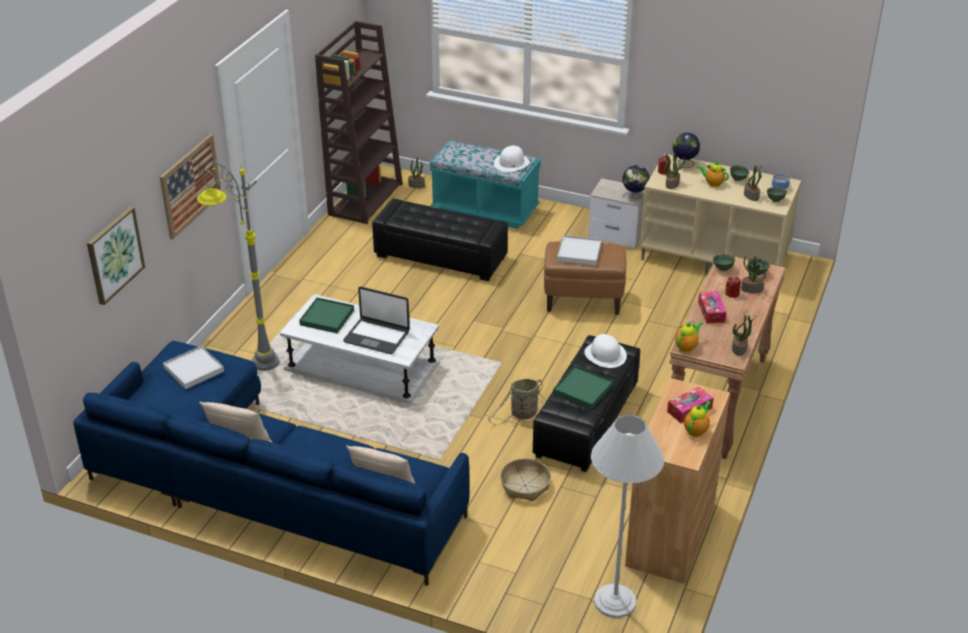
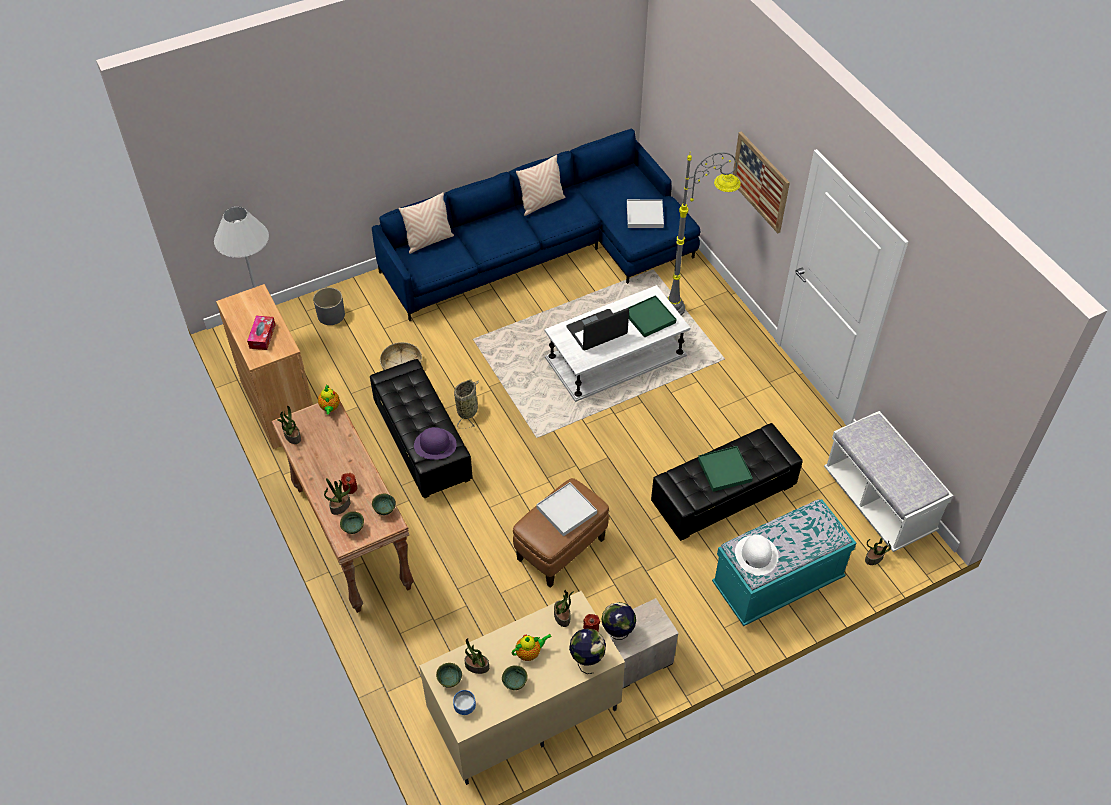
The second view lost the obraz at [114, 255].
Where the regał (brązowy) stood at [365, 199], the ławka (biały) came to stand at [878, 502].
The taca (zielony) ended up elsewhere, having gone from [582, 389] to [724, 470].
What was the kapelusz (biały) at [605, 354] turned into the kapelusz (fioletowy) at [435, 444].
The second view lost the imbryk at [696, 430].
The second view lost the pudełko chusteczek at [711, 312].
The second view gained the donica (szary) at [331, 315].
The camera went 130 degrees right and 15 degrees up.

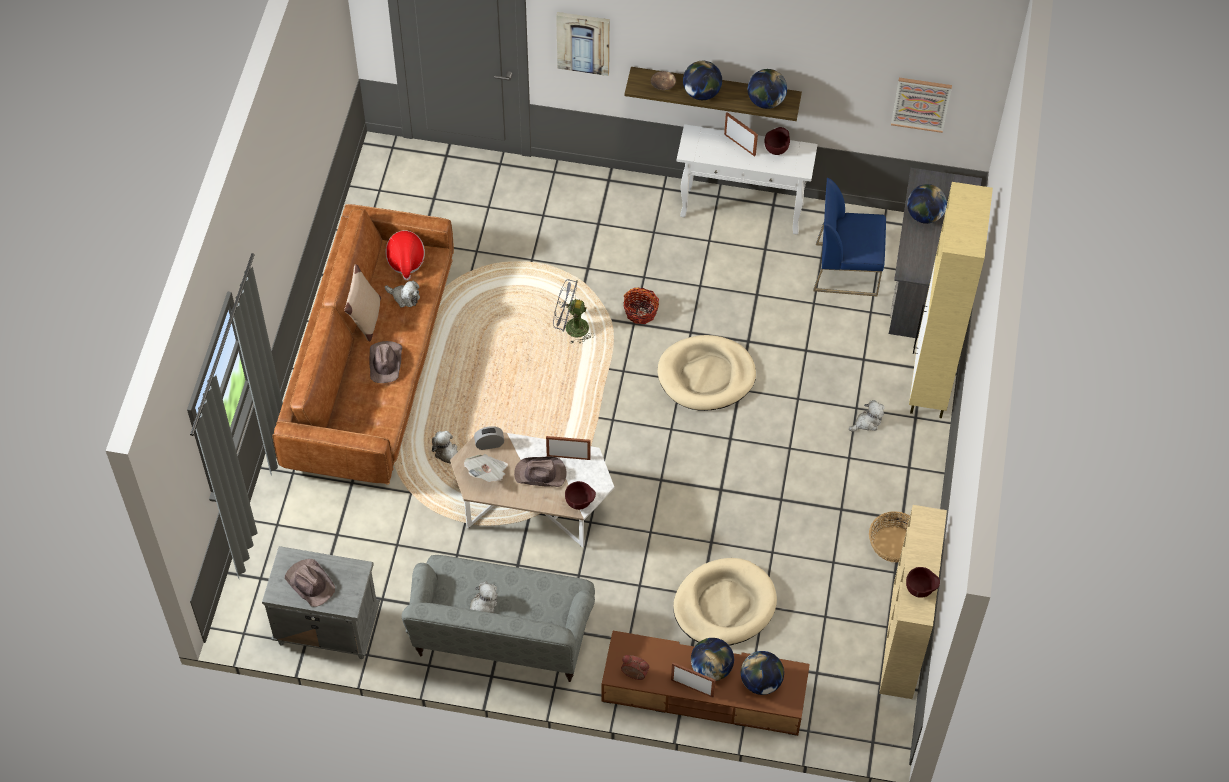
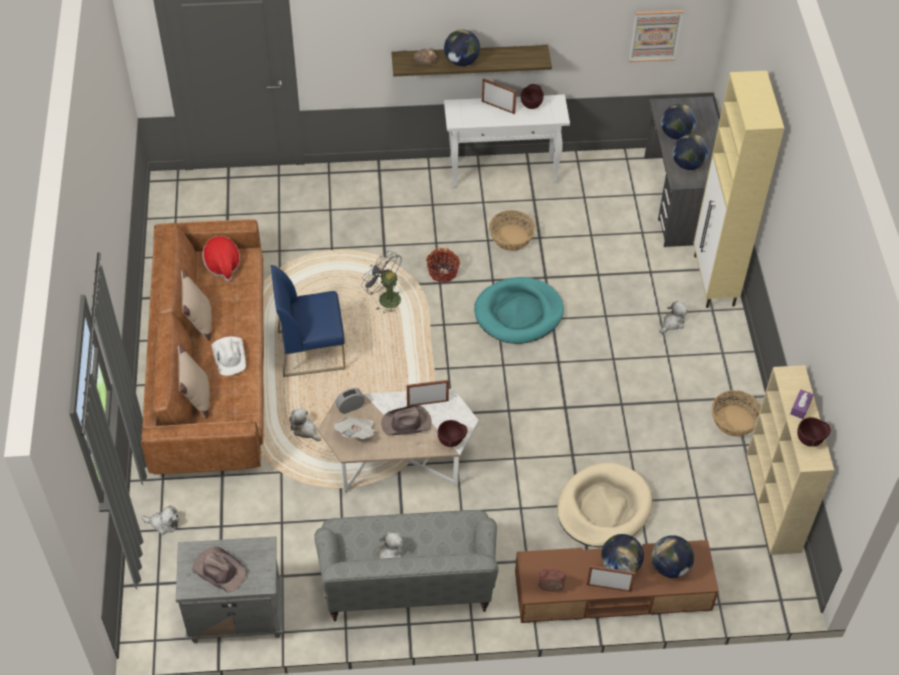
What was the kapelusz (brązowy) at [386, 362] turned into the kapelusz (biały) at [230, 356].
The pluszak ended up elsewhere, having gone from [404, 297] to [163, 523].
The wentylator (szary) at [571, 328] ended up facing another way, 45 degrees clockwise from before.
The second view lost the obraz at [583, 42].
What was the legowisko (beżowy) at [706, 375] turned into the legowisko (turkusowy) at [518, 313].
The globus ended up elsewhere, having gone from [765, 101] to [688, 164].
The krzesło (niebieski) ended up elsewhere, having gone from [847, 269] to [312, 350].
The second view gained the poduszka (beżowy) at [197, 398].
The second view gained the koszyk at [511, 238].
The second view gained the pudełko chusteczek (fioletowy) at [800, 407].
The camera went 15 degrees left and 5 degrees down.

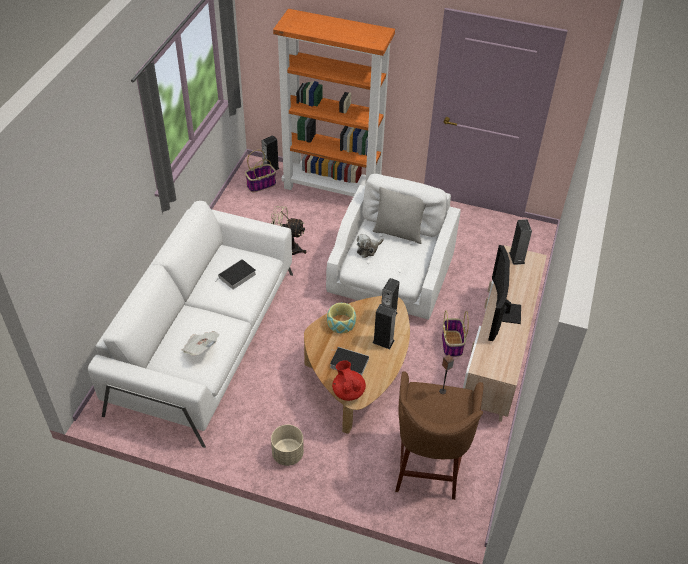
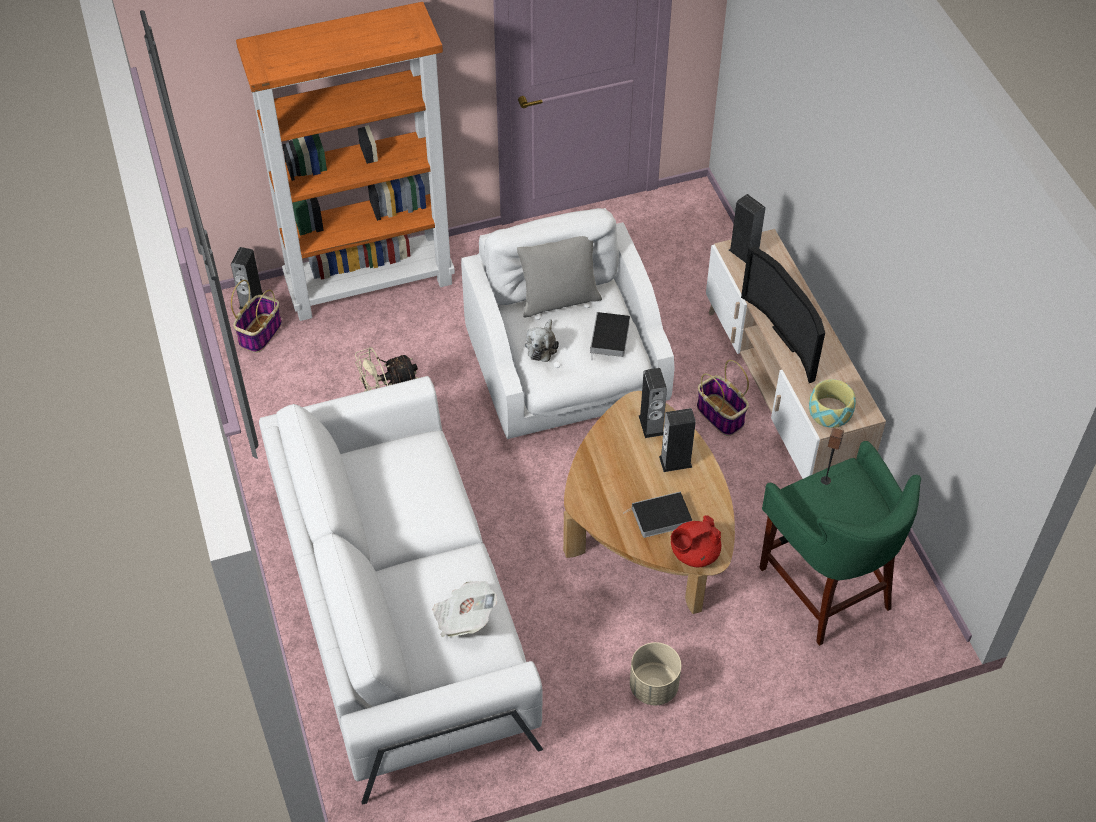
The książka ended up elsewhere, having gone from [236, 276] to [610, 338].
The miska ended up elsewhere, having gone from [341, 324] to [830, 412].
The imbryk (czerwony) at [348, 391] ended up facing another way, 60 degrees counterclockwise from before.
What was the stołek (brązowy) at [429, 463] turned into the stołek (zielony) at [826, 585].
The camera went 35 degrees left and 5 degrees up.

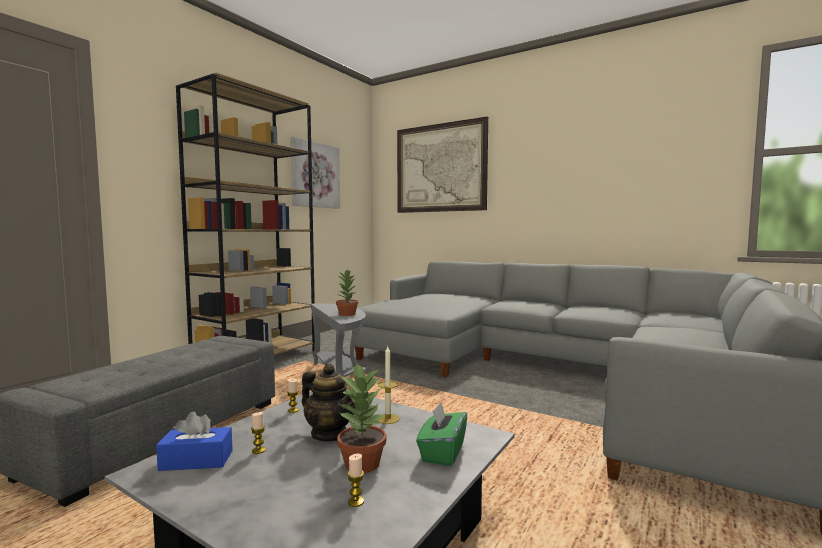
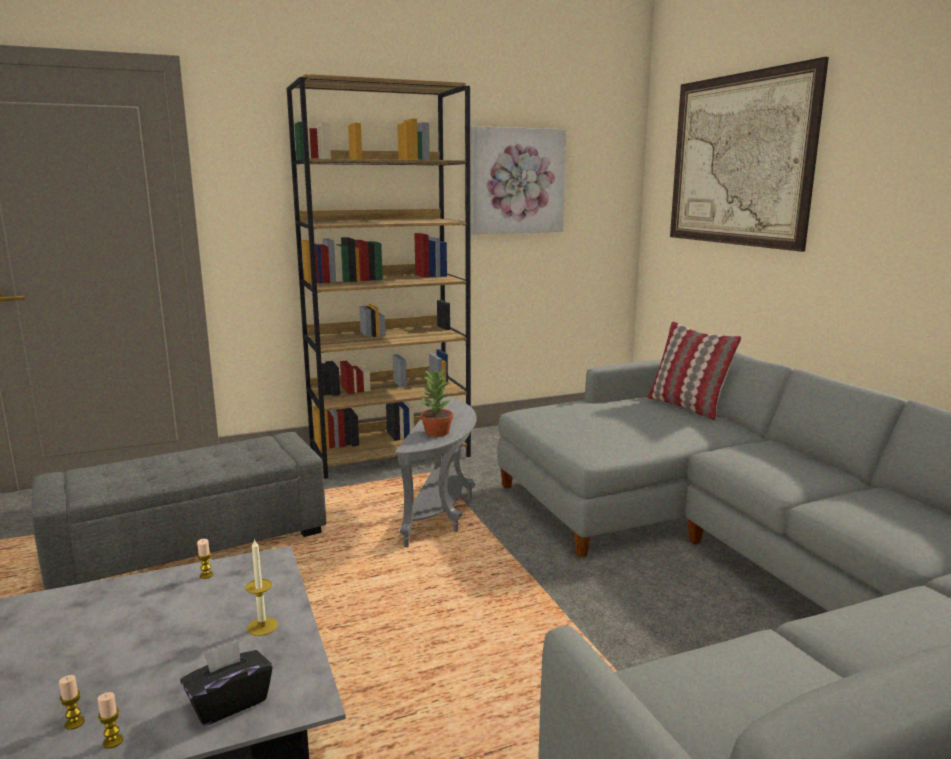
The second view lost the pudełko chusteczek (niebieski) at [196, 460].
The świeca ended up elsewhere, having gone from [258, 450] to [113, 741].
The second view lost the imbryk at [329, 434].
The second view lost the roślina doniczkowa at [363, 463].
What was the pudełko chusteczek (zielony) at [442, 452] turned into the pudełko chusteczek (czarny) at [229, 702].
The second view gained the poduszka at [686, 407].
The camera went 35 degrees right and 10 degrees up.

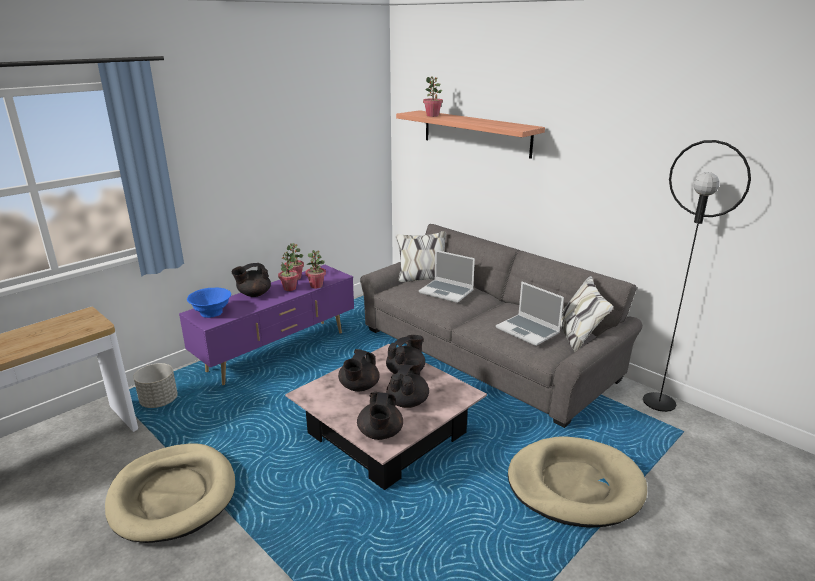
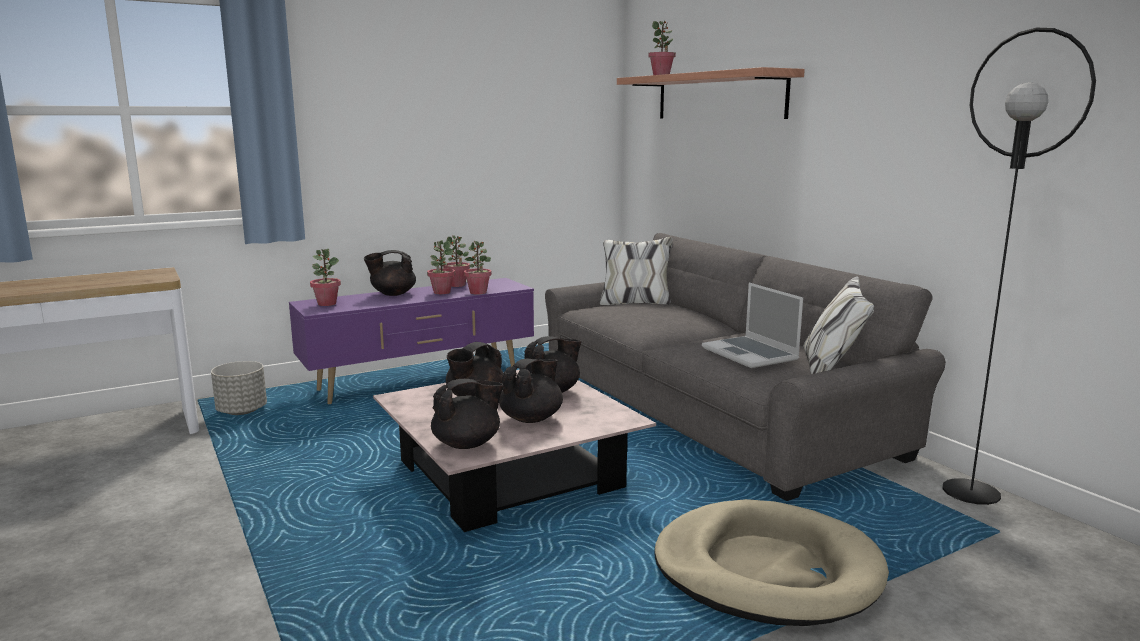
The second view lost the legowisko (beżowy) at [173, 495].
Where the miska (niebieski) stood at [211, 313], the roślina doniczkowa came to stand at [327, 304].
The imbryk (czarny) at [380, 434] ended up facing another way, 135 degrees counterclockwise from before.
The second view lost the laptop at [447, 292].
The camera went 15 degrees right and 10 degrees down.

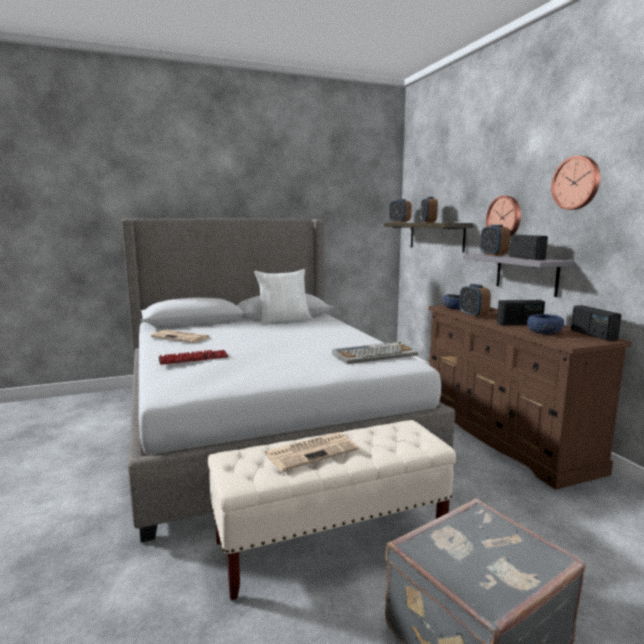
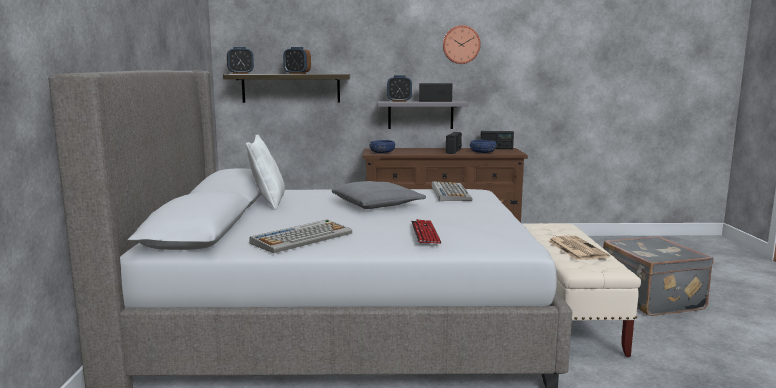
Where the gazeta stood at [181, 337], the klawiatura came to stand at [302, 238].
The second view lost the budzik at [473, 315].
The second view lost the zegar ścienny at [504, 217].
The second view gained the poduszka (szary) at [378, 204].
The camera went 70 degrees left and 0 degrees up.

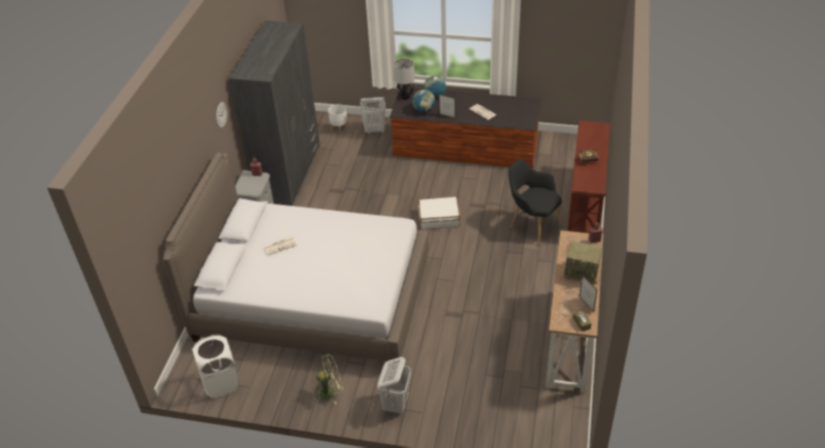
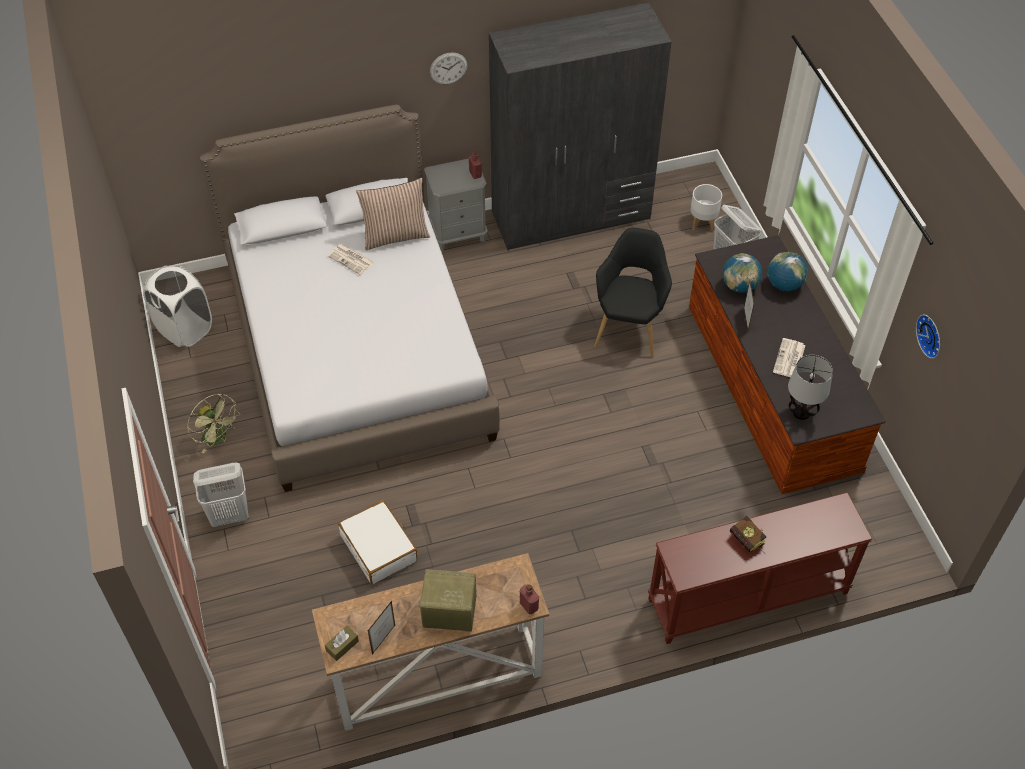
The lampa stołowa ended up elsewhere, having gone from [405, 96] to [801, 413].
The walizka (biały) ended up elsewhere, having gone from [438, 218] to [379, 548].
The fotel (czarny) ended up elsewhere, having gone from [531, 225] to [629, 326].
The radio at [582, 272] ended up facing another way, 105 degrees clockwise from before.
The second view gained the poduszka at [395, 235].
The second view gained the zegar ścienny at [931, 335].
The camera went 60 degrees right and 10 degrees up.

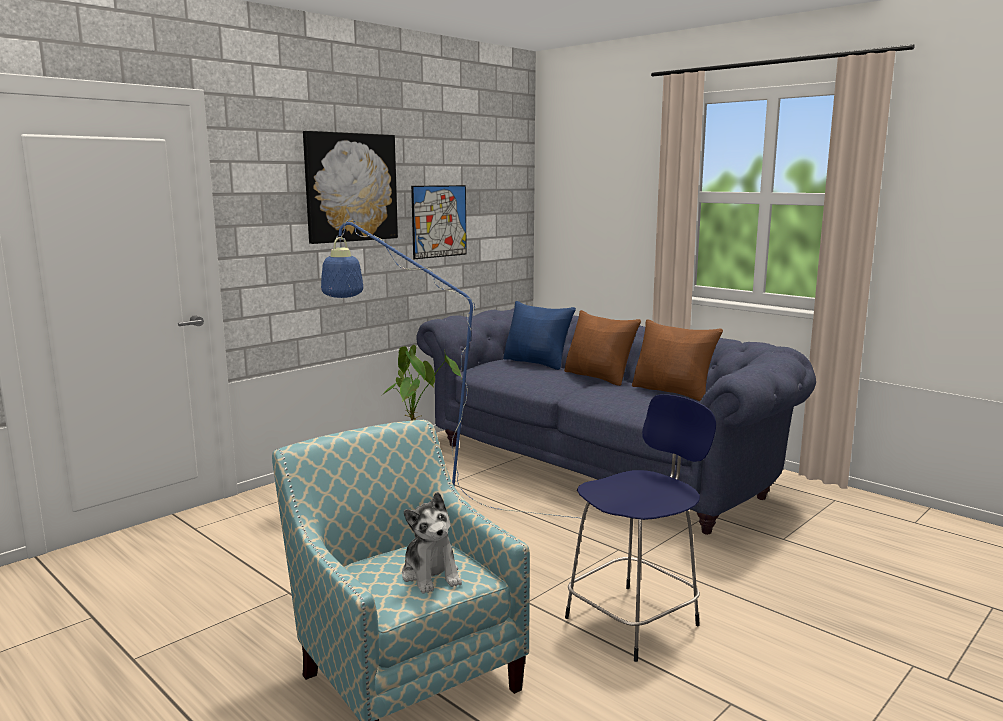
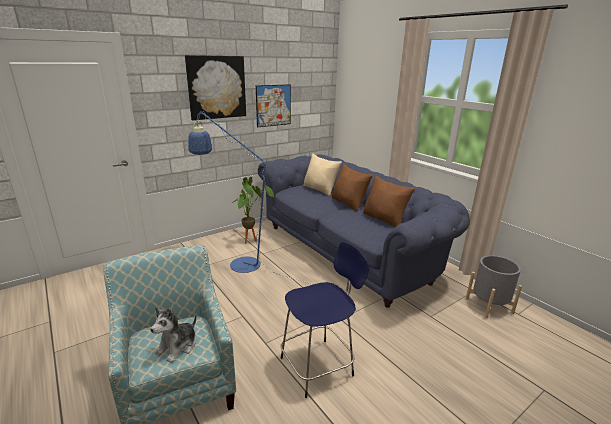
The pluszak at [431, 575] ended up facing another way, 45 degrees clockwise from before.
What was the poduszka (niebieski) at [537, 363] turned into the poduszka (beżowy) at [320, 189].
The second view gained the donica (szary) at [489, 305].
The camera went 10 degrees right and 10 degrees up.

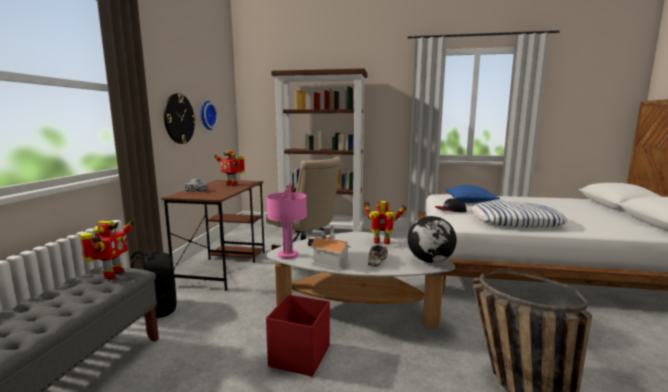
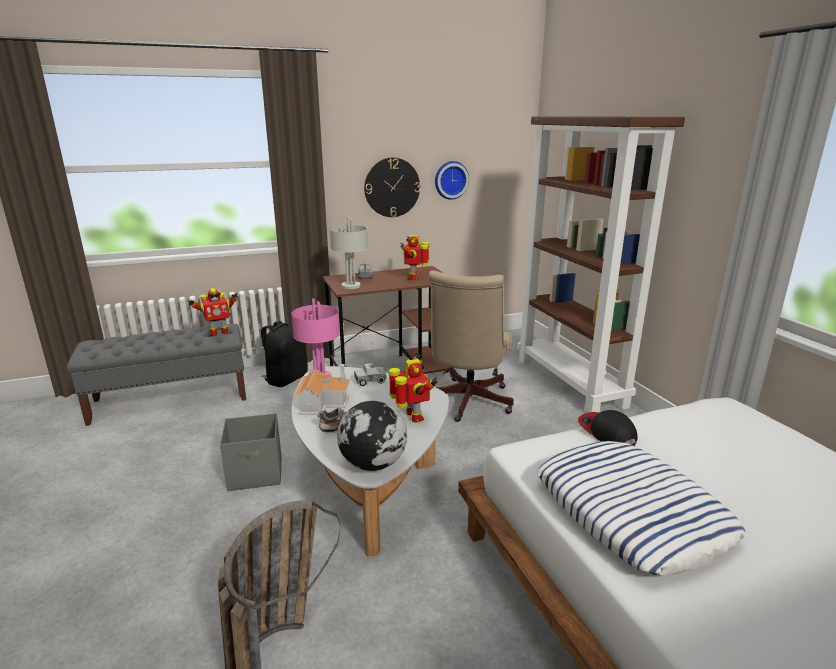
What was the pojemnik do przechowywania (czerwony) at [301, 355] turned into the pojemnik do przechowywania (szary) at [256, 474].
The second view lost the poduszka (niebieski) at [470, 201].
The second view gained the lampa stołowa (szary) at [350, 286].
The camera went 60 degrees right and 10 degrees up.

